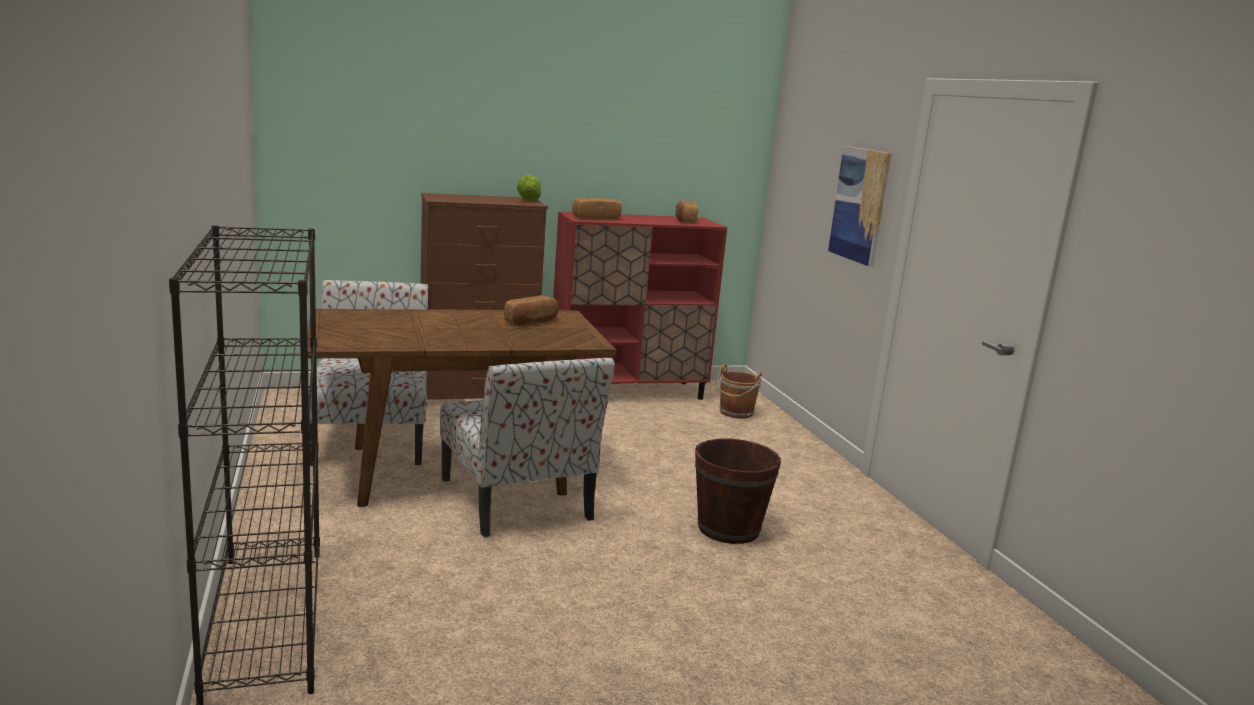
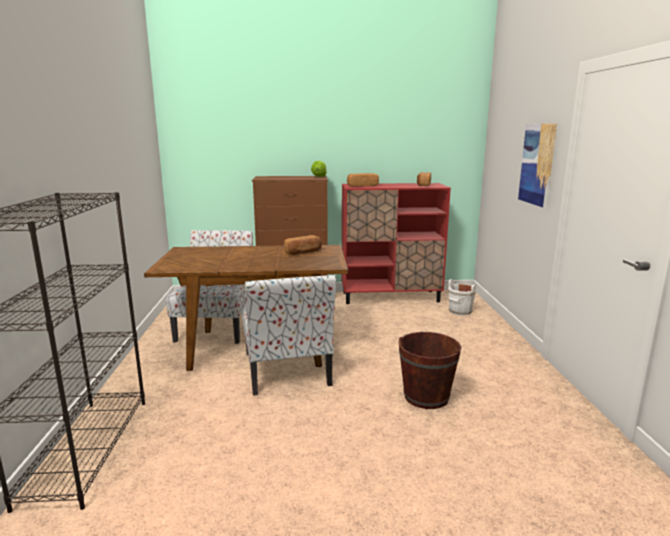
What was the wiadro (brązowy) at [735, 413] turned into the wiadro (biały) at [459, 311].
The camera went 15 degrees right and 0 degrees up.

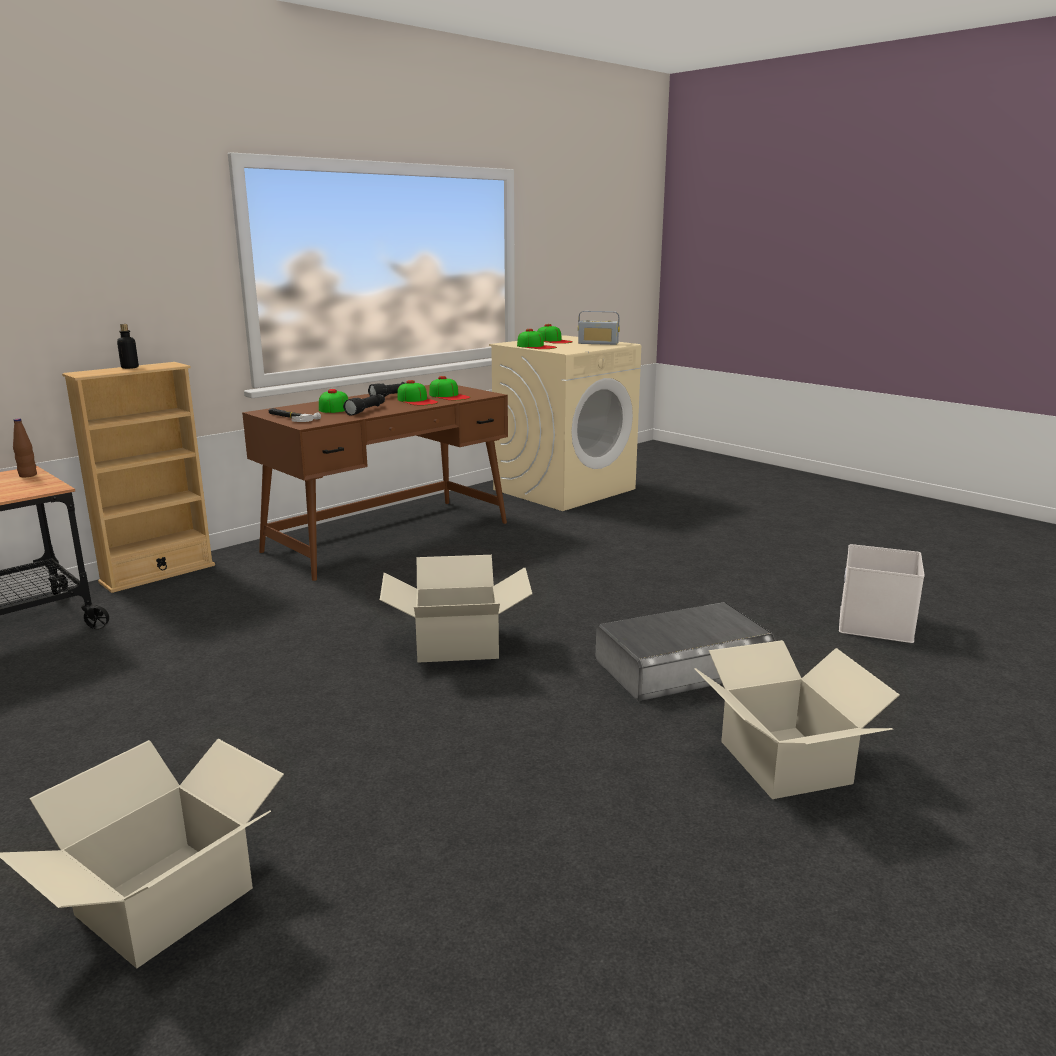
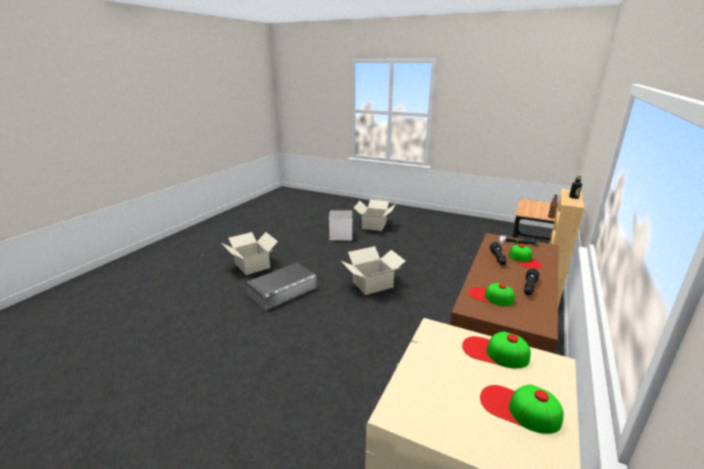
The second view lost the czapka z daszkiem at [417, 401].
The second view lost the radio at [598, 343].
The pojemnik do przechowywania (biały) ended up elsewhere, having gone from [874, 622] to [341, 235].
The camera went 160 degrees right and 5 degrees up.

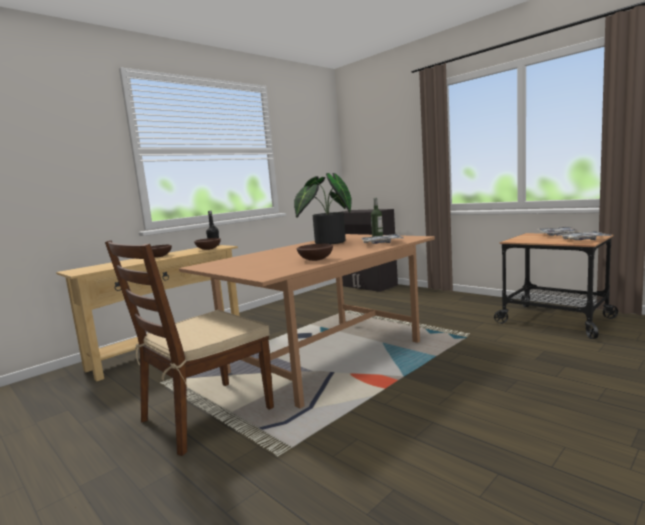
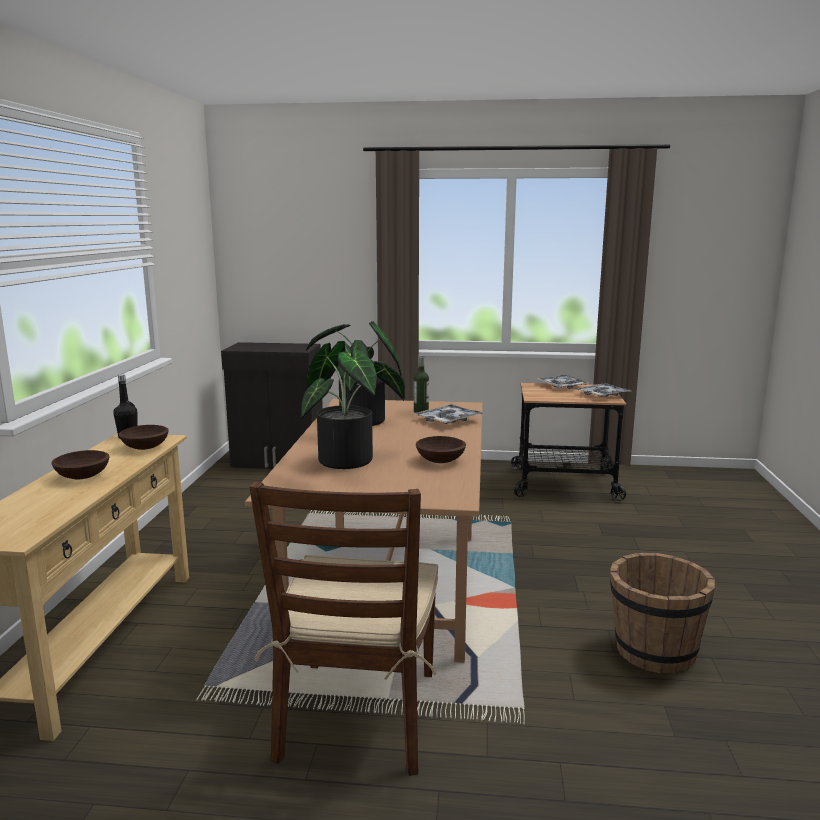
The second view gained the roślina doniczkowa at [352, 460].
The second view gained the wiadro (brązowy) at [653, 651].
The camera went 40 degrees left and 5 degrees up.

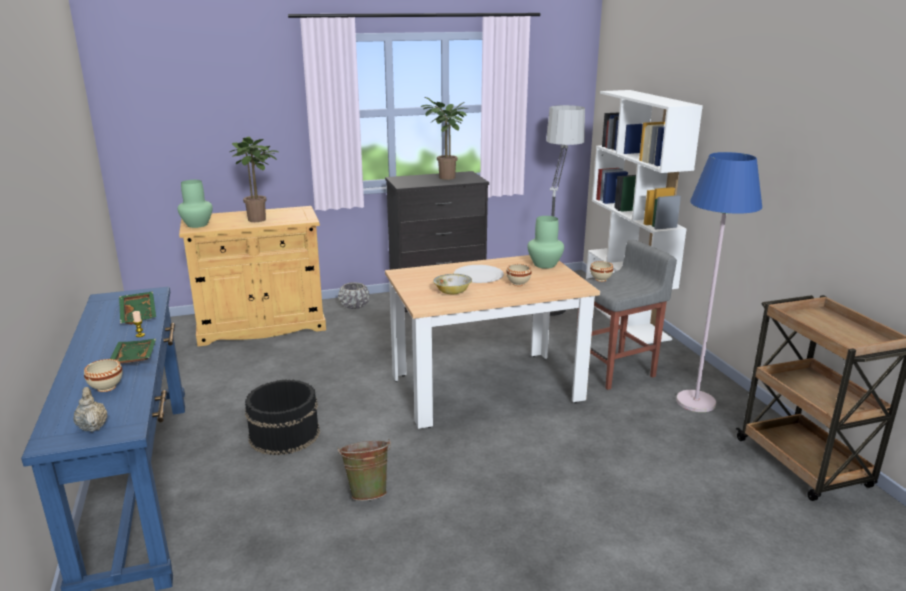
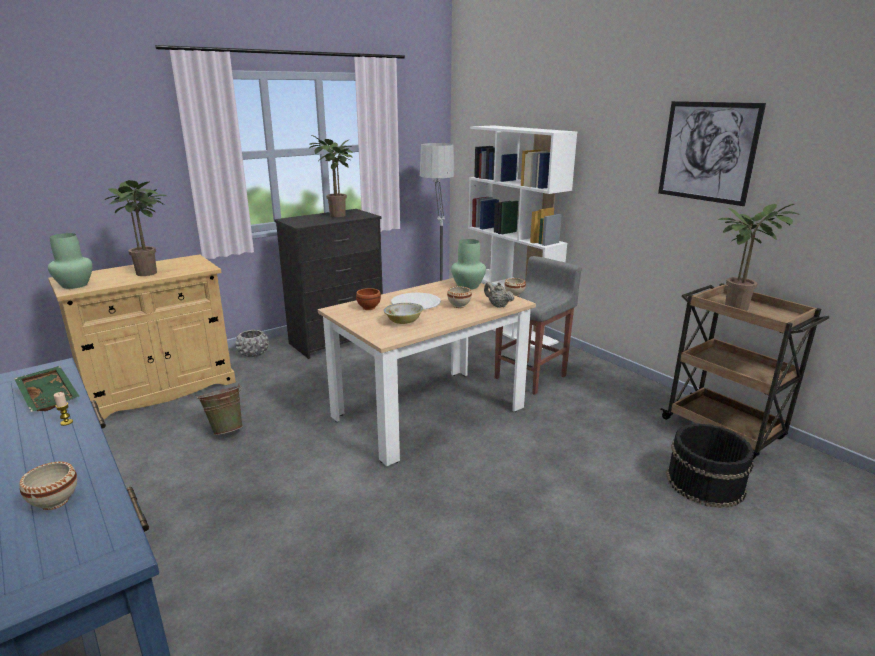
The imbryk (beżowy) ended up elsewhere, having gone from [93, 426] to [497, 306].
The second view lost the taca (zielony) at [133, 358].
The wiadro (czarny) ended up elsewhere, having gone from [284, 434] to [704, 482].
The wiadro (zielony) ended up elsewhere, having gone from [367, 492] to [226, 429].
The second view lost the lampa stojąca (niebieski) at [696, 402].
The second view gained the miska (brązowy) at [368, 307].
The second view gained the obraz at [707, 152].
The second view gained the roślina doniczkowa at [738, 306].
The camera went 20 degrees left and 0 degrees up.

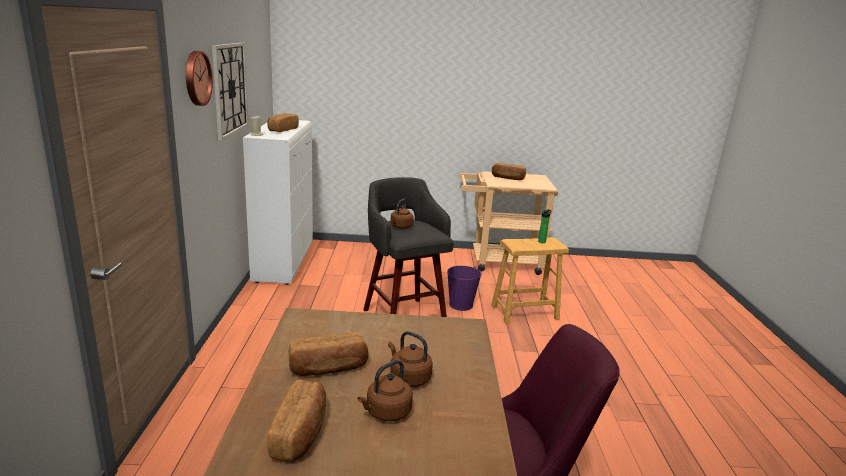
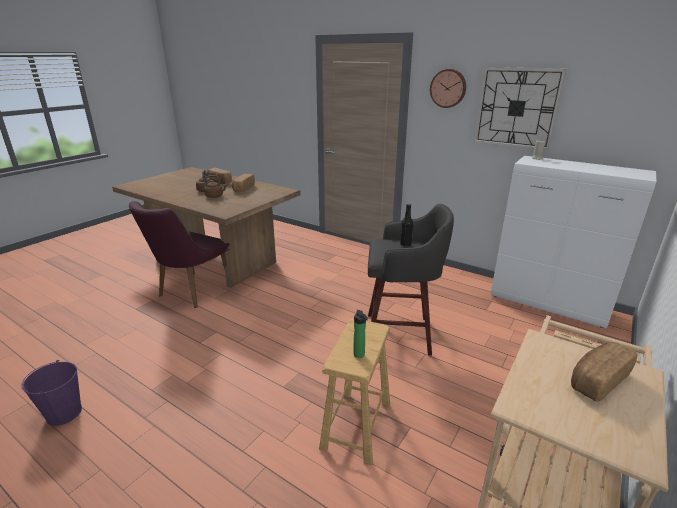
The second view lost the chleb at [282, 130].
Where the czajnik (brązowy) stood at [400, 227], the butelka (czarny) came to stand at [405, 244].
The wiadro (fioletowy) ended up elsewhere, having gone from [460, 305] to [64, 413].
The camera went 125 degrees right and 5 degrees up.

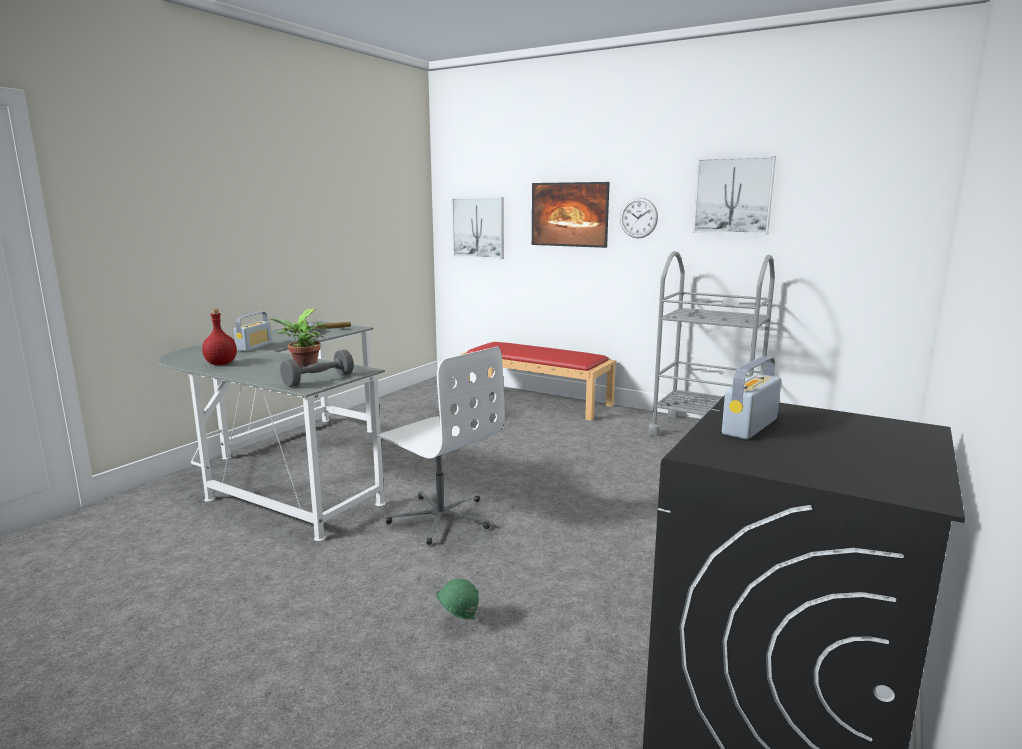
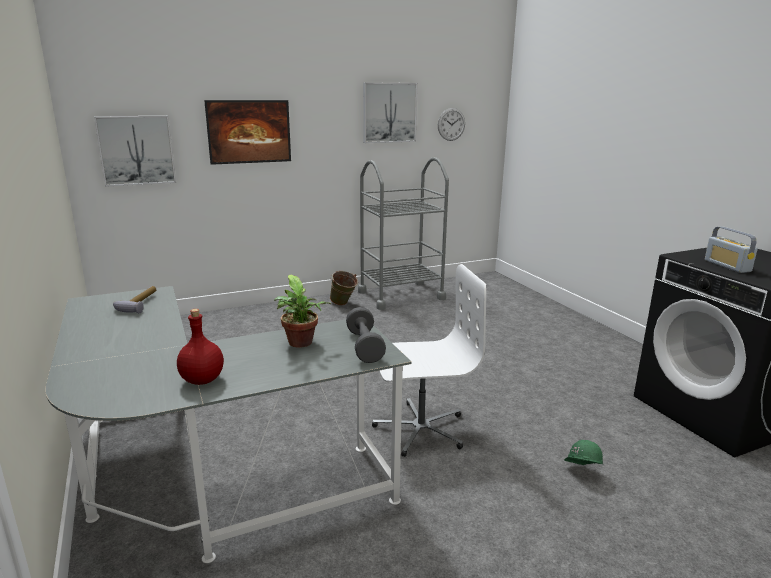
The second view lost the radio at [254, 347].
The second view lost the ławka (czerwony) at [537, 401].
The zegar ścienny ended up elsewhere, having gone from [638, 218] to [451, 124].
The second view gained the wiadro (zielony) at [343, 304].
The camera went 55 degrees left and 5 degrees up.

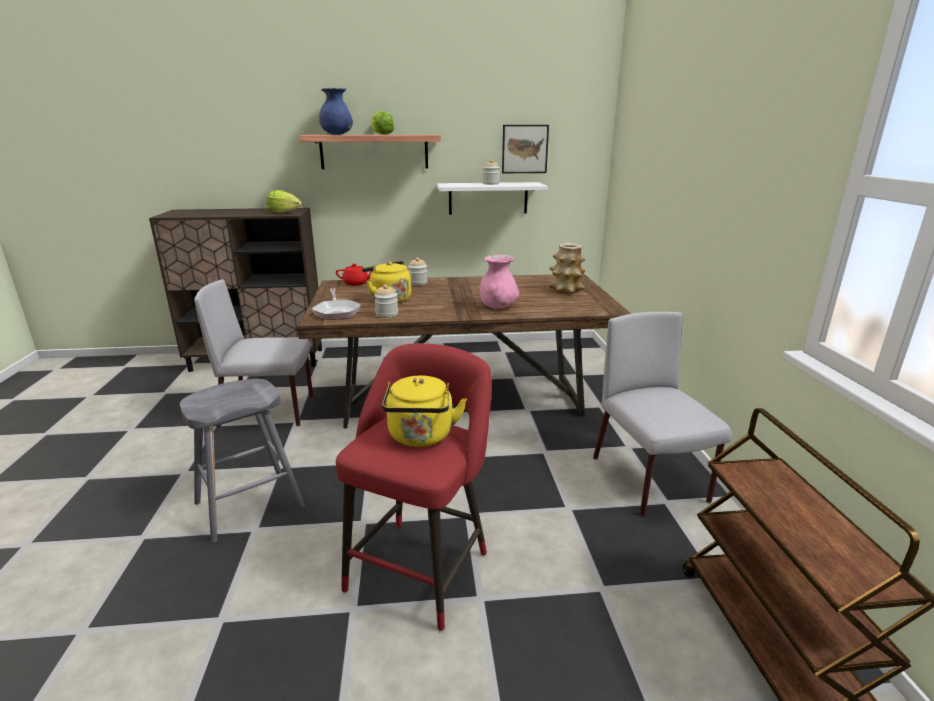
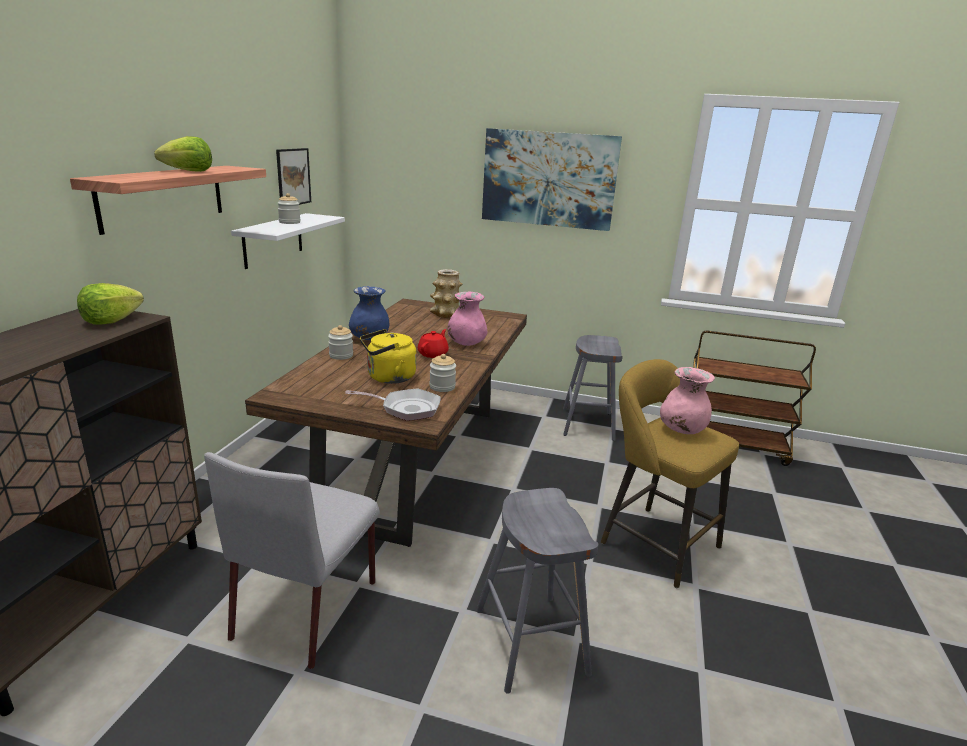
The wazon (niebieski) ended up elsewhere, having gone from [337, 134] to [369, 338].
The imbryk (czerwony) ended up elsewhere, having gone from [356, 283] to [433, 354].
What was the stołek (czerwony) at [421, 565] turned into the stołek (żółty) at [654, 542].
Where the czajnik (żółty) stood at [421, 437], the wazon (różowy) came to stand at [682, 430].
Where the krzesło (szary) stood at [650, 480], the stołek (szary) came to stand at [588, 424].
The second view gained the obraz at [548, 179].
The camera went 70 degrees left and 0 degrees up.

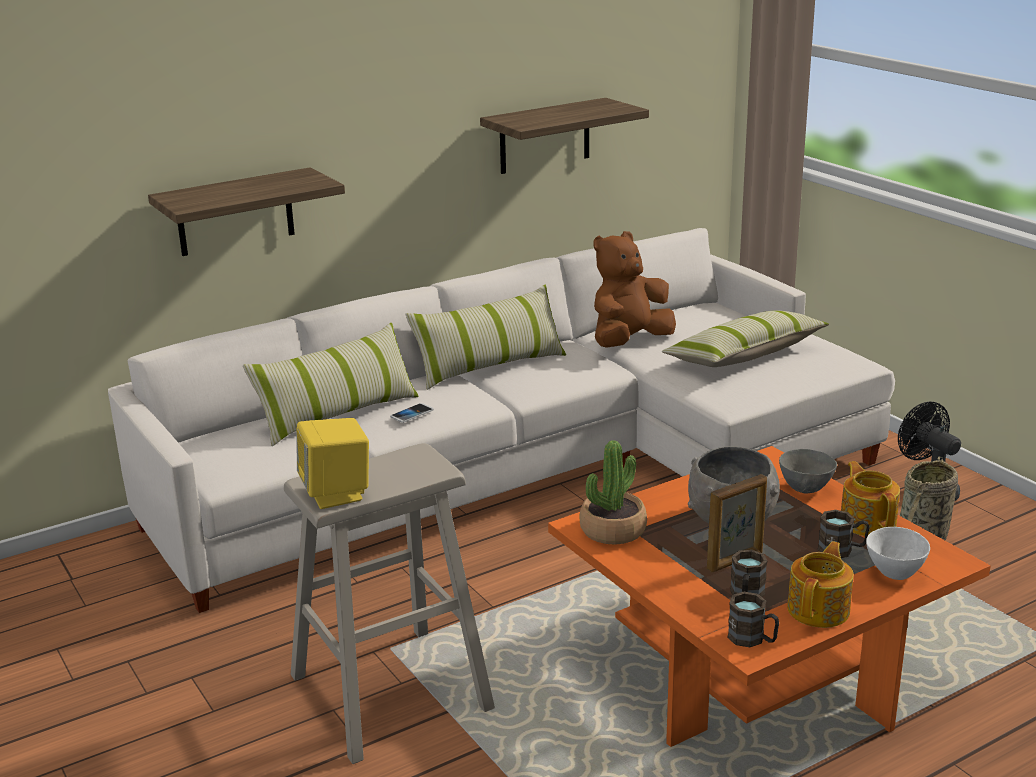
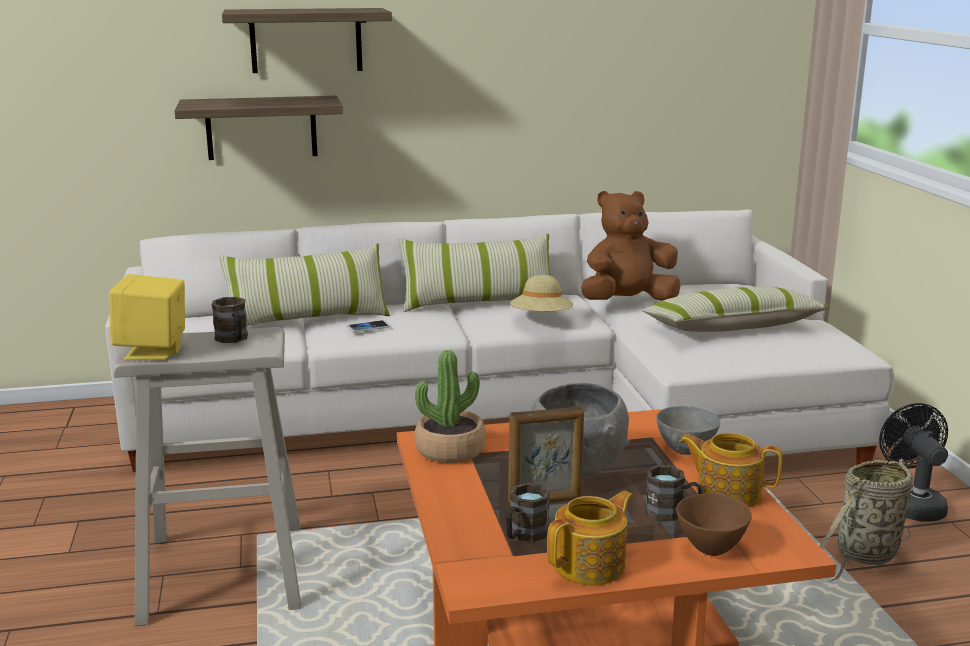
The półka ended up elsewhere, having gone from [544, 136] to [306, 40].
The kubek (brązowy) ended up elsewhere, having gone from [752, 639] to [233, 339].
The imbryk at [868, 522] ended up facing another way, 75 degrees counterclockwise from before.
What was the miska (biały) at [894, 573] turned into the miska (brązowy) at [710, 547].
The second view gained the kapelusz (beżowy) at [541, 319].
The camera went 20 degrees right and 5 degrees down.

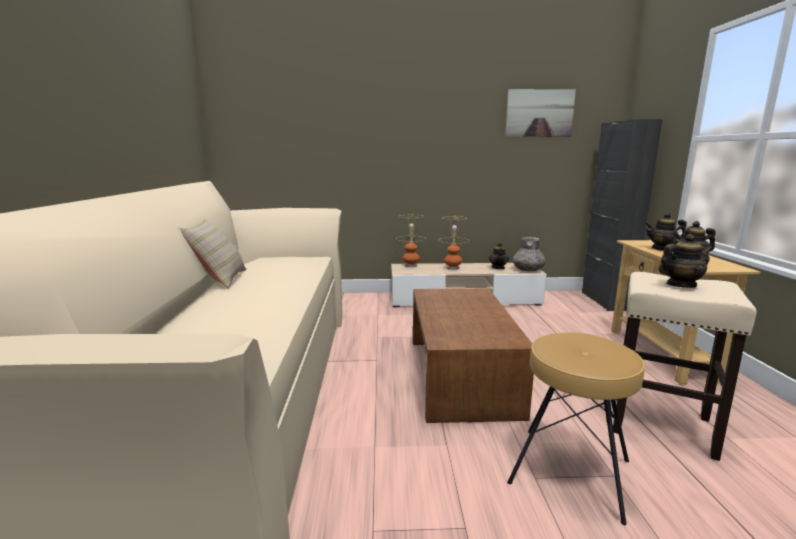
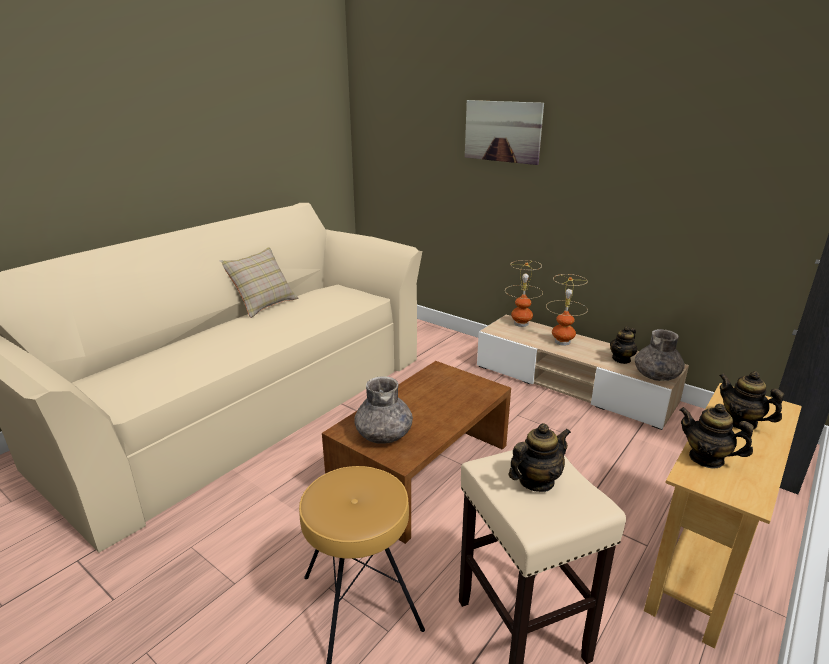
The obraz ended up elsewhere, having gone from [539, 113] to [502, 131].
The imbryk at [680, 285] ended up facing another way, 60 degrees counterclockwise from before.
The second view gained the wazon (szary) at [384, 434].
The camera went 40 degrees right and 10 degrees up.

